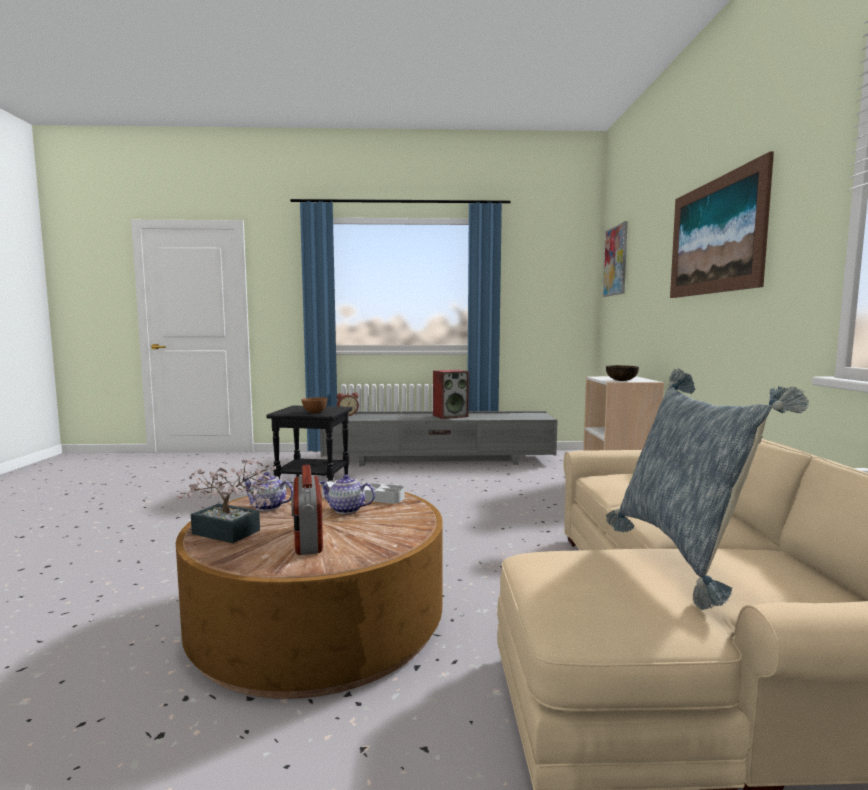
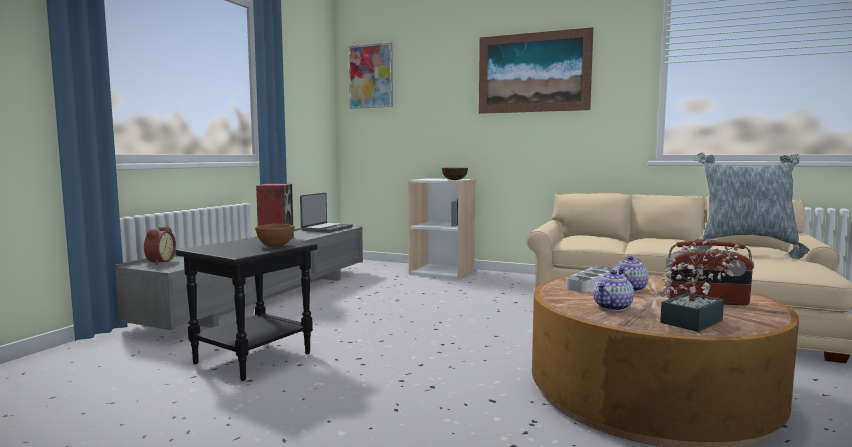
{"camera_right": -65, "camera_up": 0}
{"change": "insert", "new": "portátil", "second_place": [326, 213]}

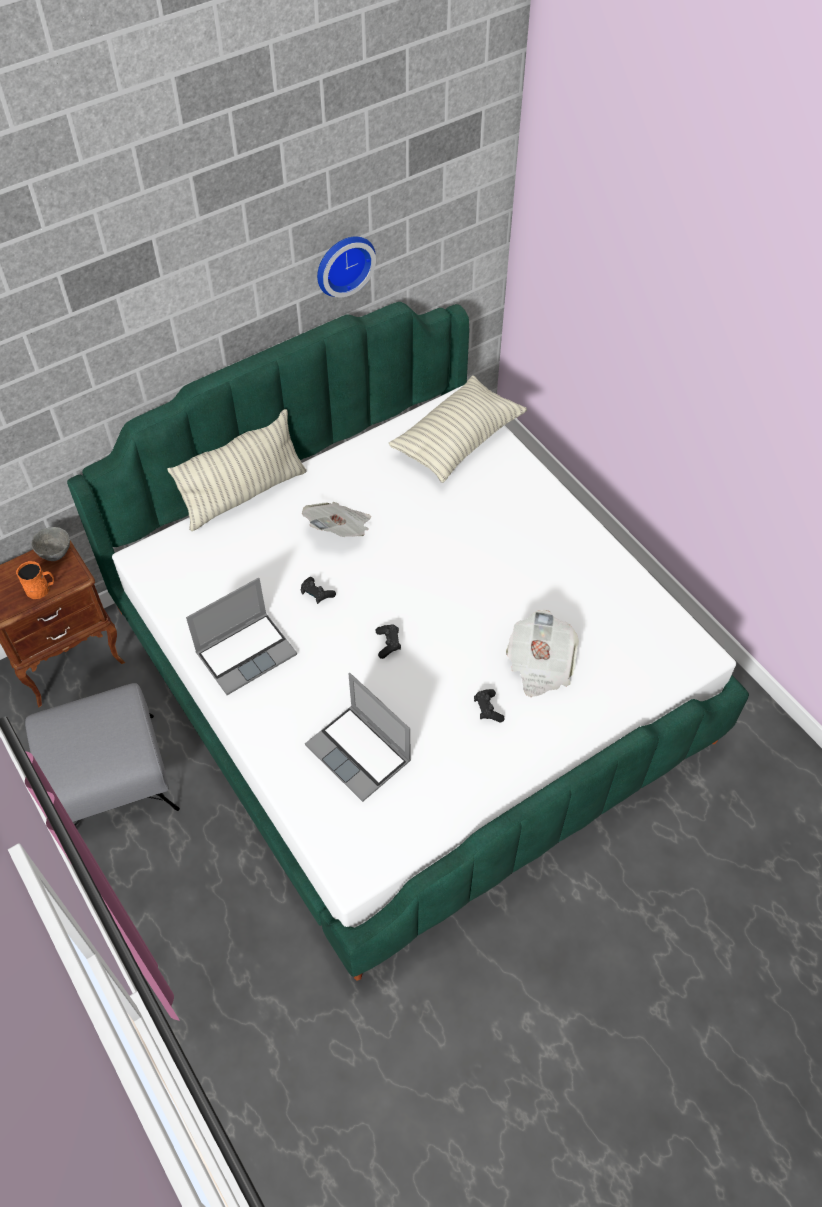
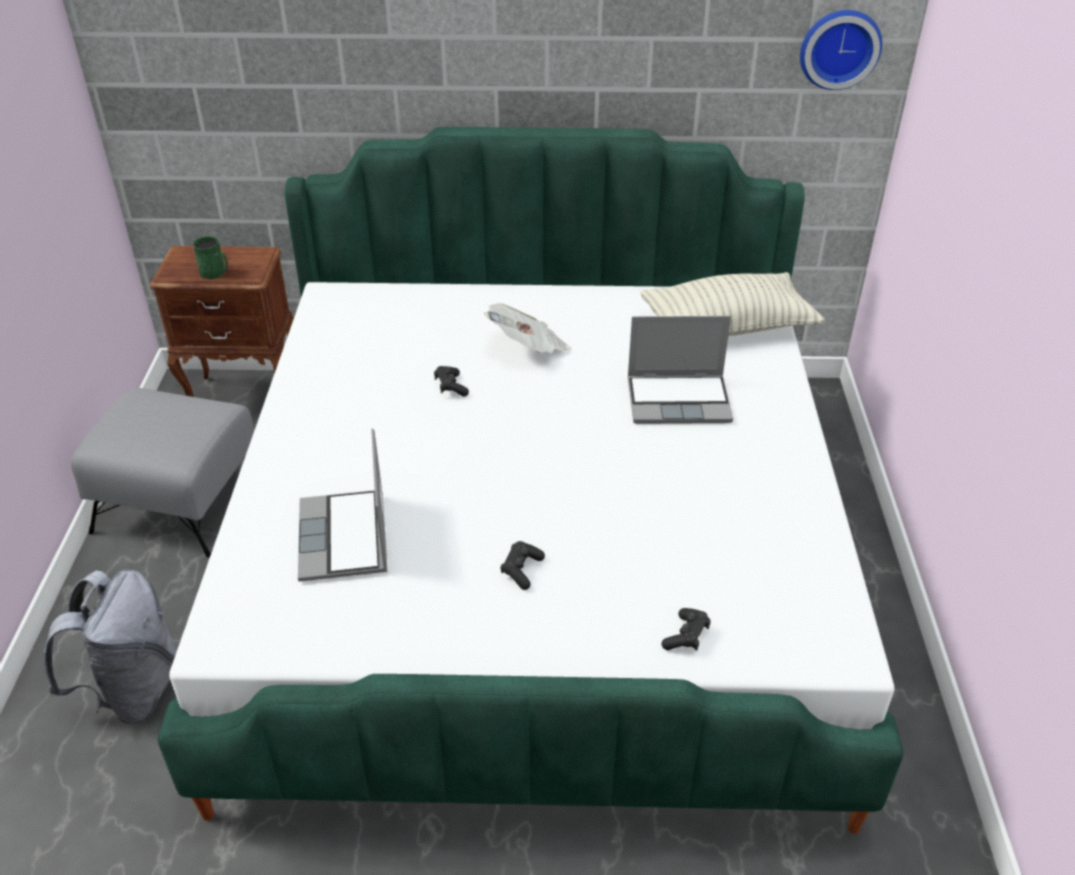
{"camera_right": 35, "camera_up": -15}
{"change": "insert", "new": "mochila/gris", "second_place": [110, 647]}
{"change": "recolor", "old": "taza grande/naranja", "new": "taza grande/verde", "first_place": [35, 580], "second_place": [210, 257]}
{"change": "move", "old": "portátil", "first_place": [241, 636], "second_place": [680, 370]}
{"change": "move", "old": "mando de consola/negro", "first_place": [388, 641], "second_place": [686, 629]}
{"change": "move", "old": "reloj de pared", "first_place": [346, 266], "second_place": [841, 50]}
{"change": "delete", "old": "cuenco/gris", "first_place": [50, 544]}
{"change": "delete", "old": "cojín", "first_place": [237, 470]}
{"change": "delete", "old": "periódico", "first_place": [542, 653]}

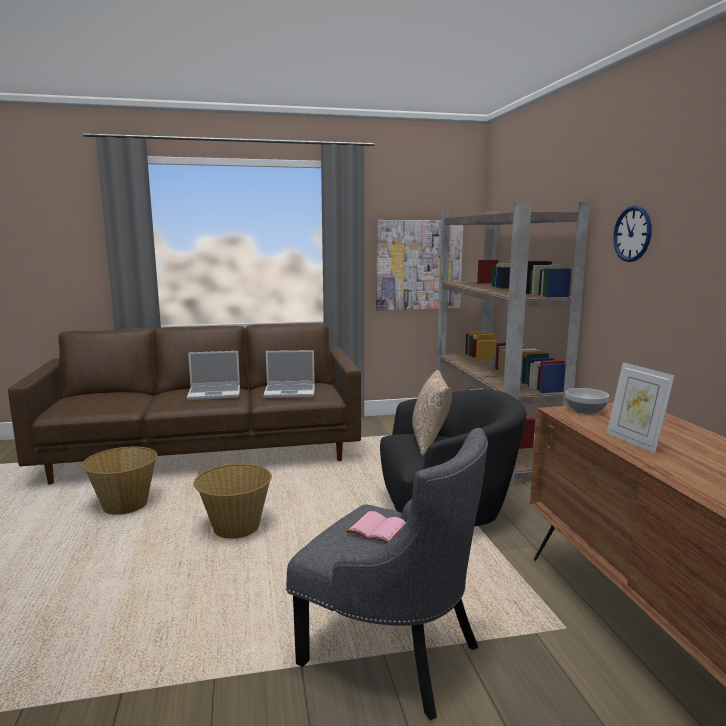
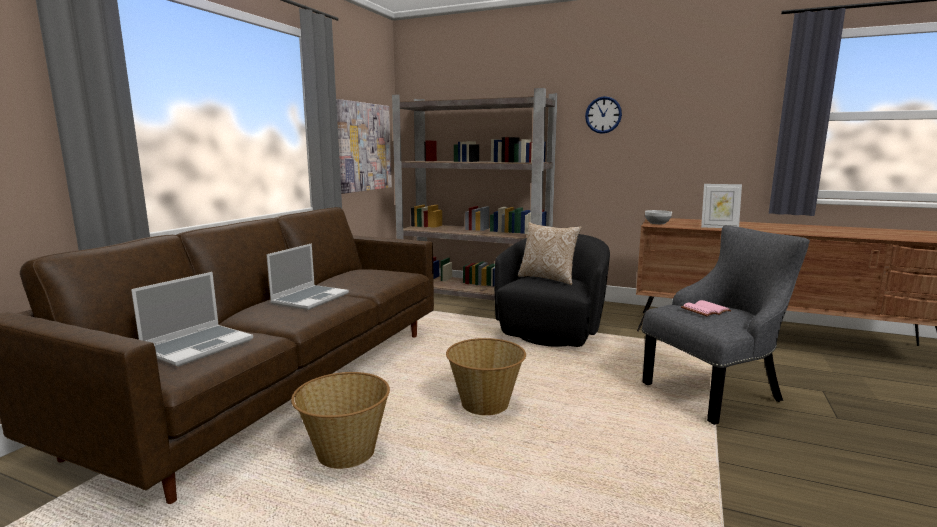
{"camera_right": -55, "camera_up": 0}
{"change": "move", "old": "portátil", "first_place": [289, 374], "second_place": [192, 319]}

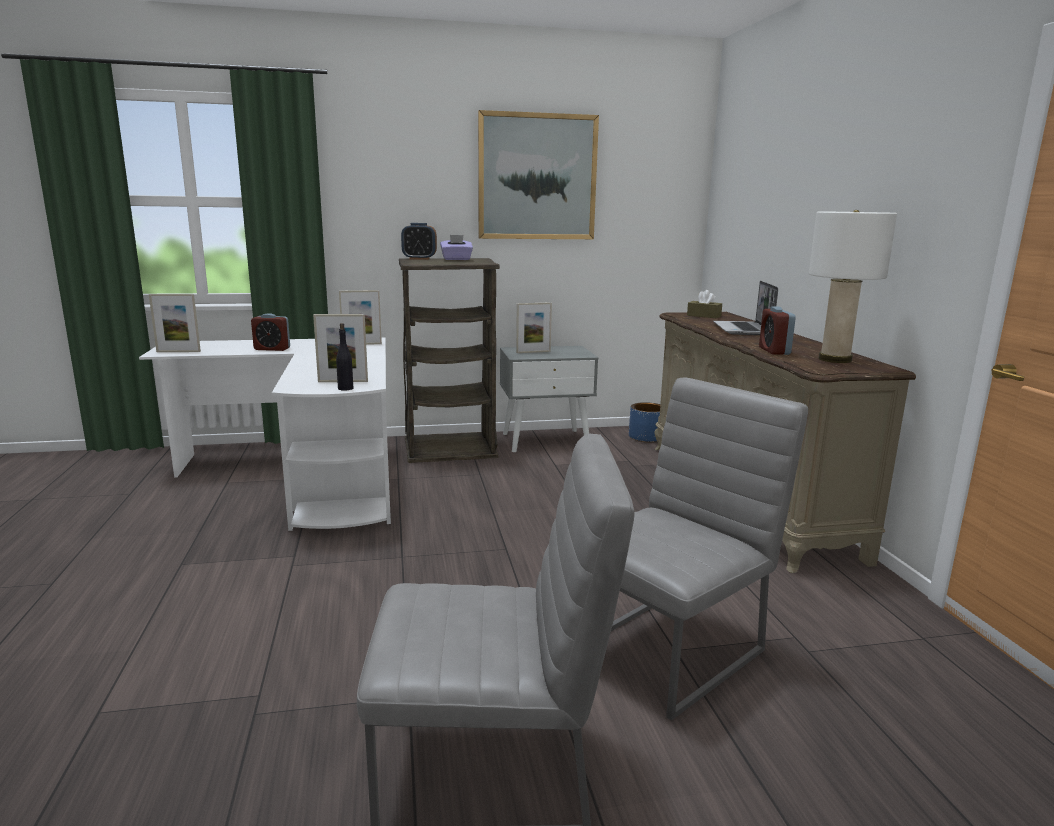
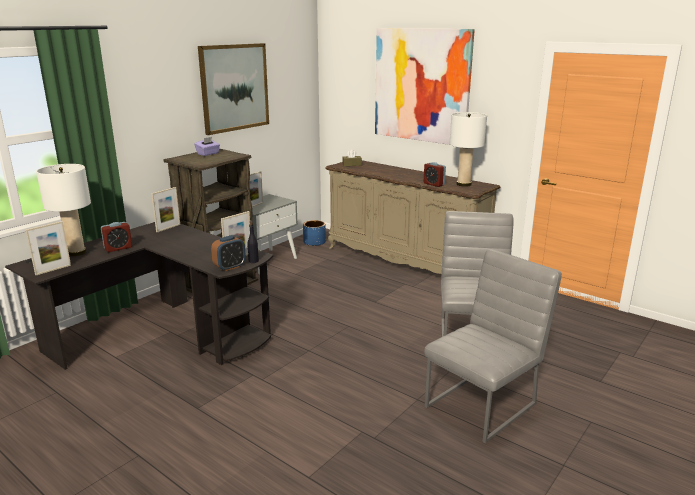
{"camera_right": -40, "camera_up": 5}
{"change": "recolor", "old": "escritorio/blanco", "new": "escritorio/negro", "first_place": [265, 434], "second_place": [139, 296]}
{"change": "insert", "new": "lámpara de mesa/blanco", "second_place": [63, 210]}
{"change": "move", "old": "despertador", "first_place": [419, 241], "second_place": [228, 253]}
{"change": "insert", "new": "cuadro", "second_place": [425, 86]}
{"change": "delete", "old": "portátil", "first_place": [745, 308]}

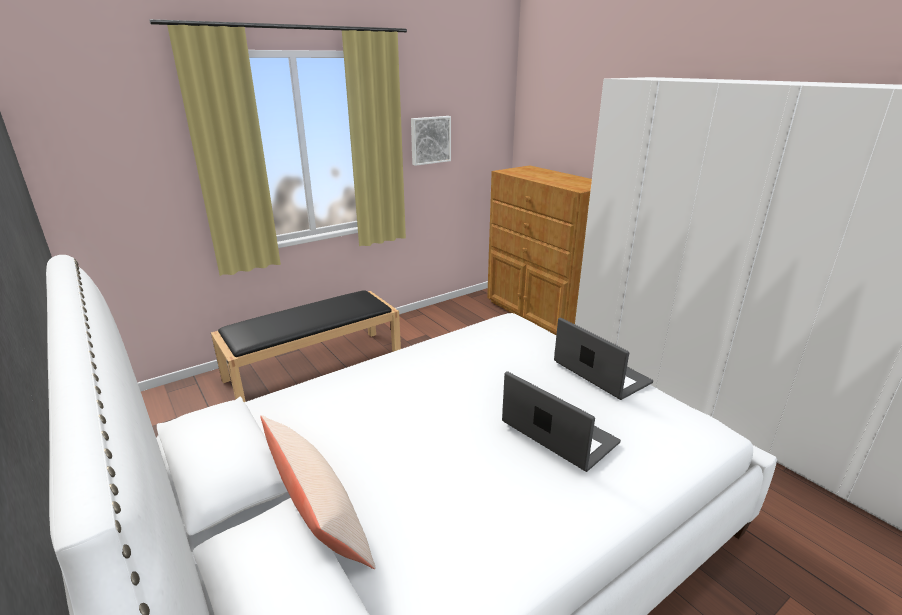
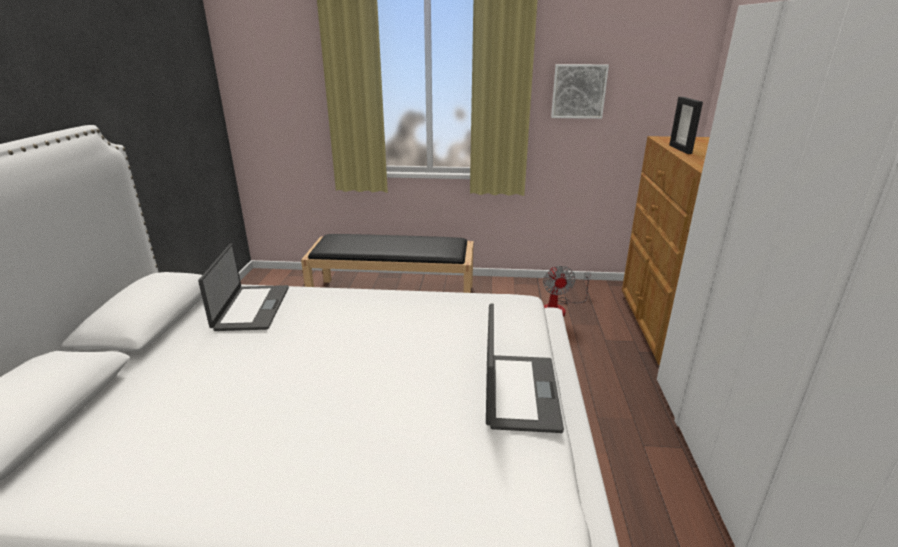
{"camera_right": 40, "camera_up": 0}
{"change": "move", "old": "portátil", "first_place": [561, 421], "second_place": [243, 287]}
{"change": "insert", "new": "ventilador", "second_place": [567, 290]}
{"change": "insert", "new": "portarretratos", "second_place": [686, 125]}
{"change": "delete", "old": "cojín/beis", "first_place": [317, 492]}

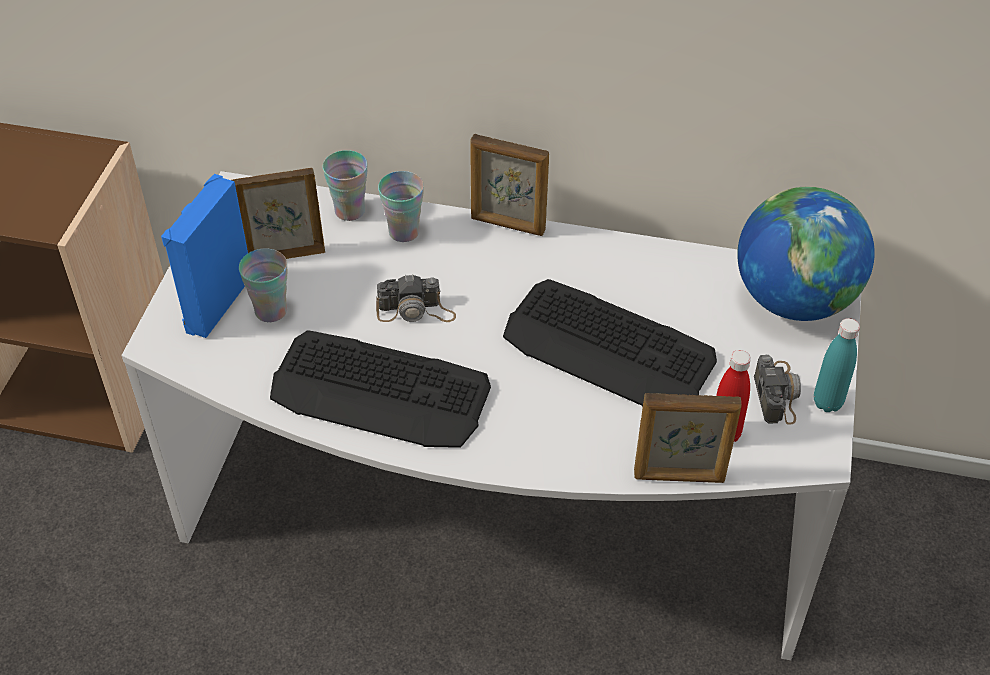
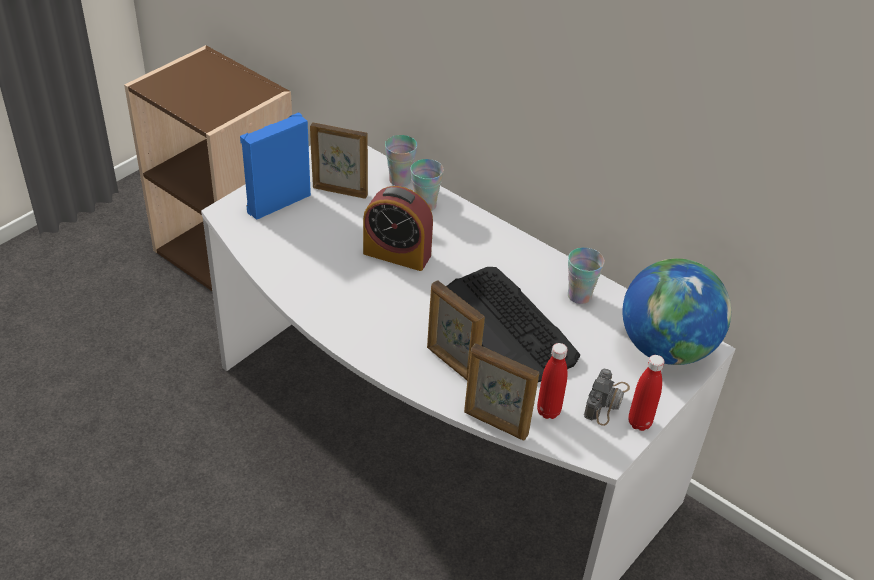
{"camera_right": 25, "camera_up": -5}
{"change": "replace", "old": "cámara", "new": "despertador", "first_place": [416, 298], "second_place": [398, 228]}
{"change": "move", "old": "portarretratos", "first_place": [510, 185], "second_place": [456, 330]}
{"change": "move", "old": "taza", "first_place": [263, 285], "second_place": [586, 276]}
{"change": "recolor", "old": "botella/turquesa", "new": "botella/rojo", "first_place": [837, 365], "second_place": [646, 393]}
{"change": "delete", "old": "teclado", "first_place": [380, 389]}

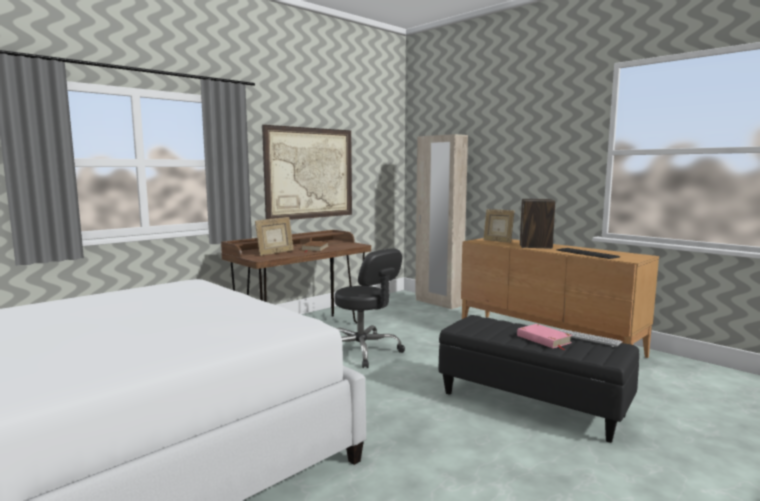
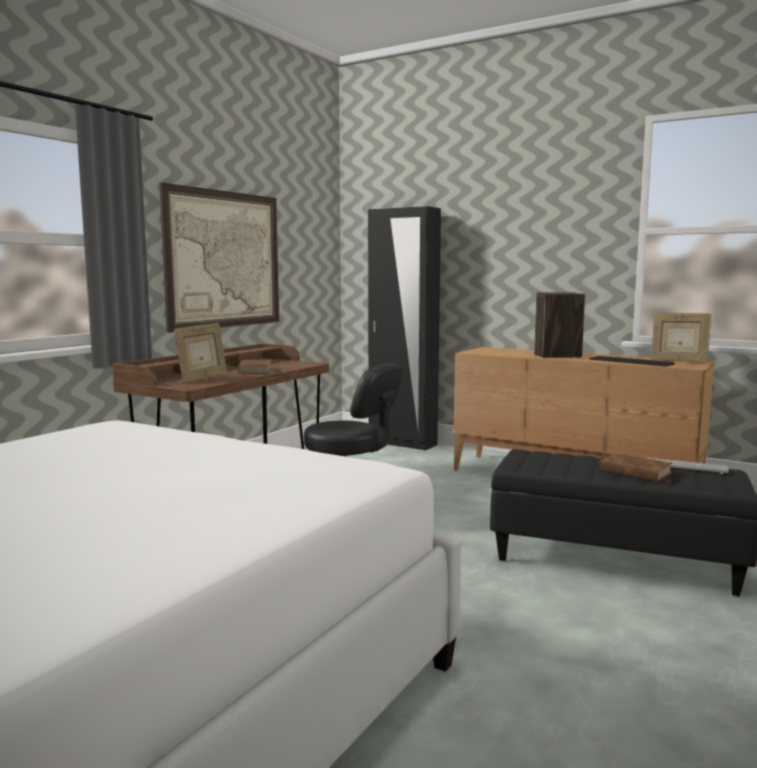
{"camera_right": -15, "camera_up": 0}
{"change": "recolor", "old": "armario ropero/beis", "new": "armario ropero/negro", "first_place": [441, 221], "second_place": [404, 328]}
{"change": "recolor", "old": "libro/rosa", "new": "libro/marrón", "first_place": [544, 337], "second_place": [635, 467]}
{"change": "move", "old": "portarretratos", "first_place": [499, 226], "second_place": [681, 337]}

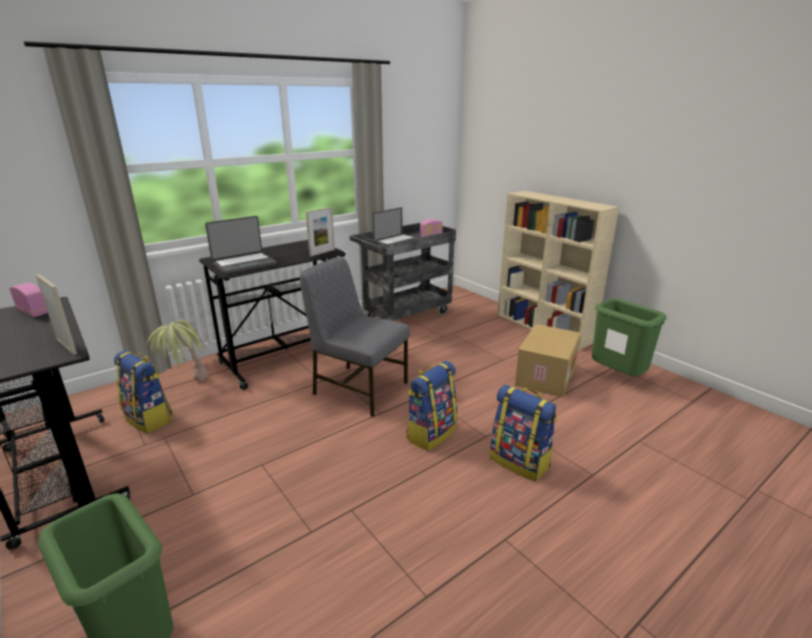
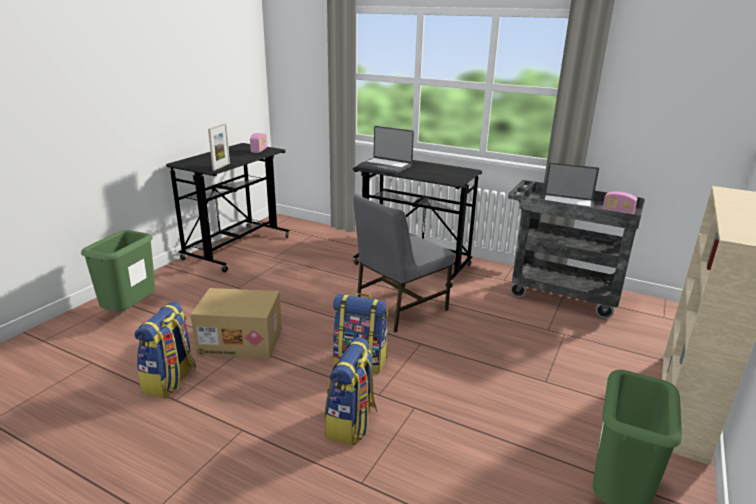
{"camera_right": 65, "camera_up": 0}
{"change": "move", "old": "mochila", "first_place": [143, 392], "second_place": [165, 350]}
{"change": "move", "old": "caja de cartón", "first_place": [548, 361], "second_place": [236, 323]}
{"change": "rotate", "old": "silla/gris", "first_place": [355, 337], "second_place": [404, 263], "degrees": -135}
{"change": "delete", "old": "planta en maceta", "first_place": [178, 350]}
{"change": "delete", "old": "portarretratos", "first_place": [320, 232]}

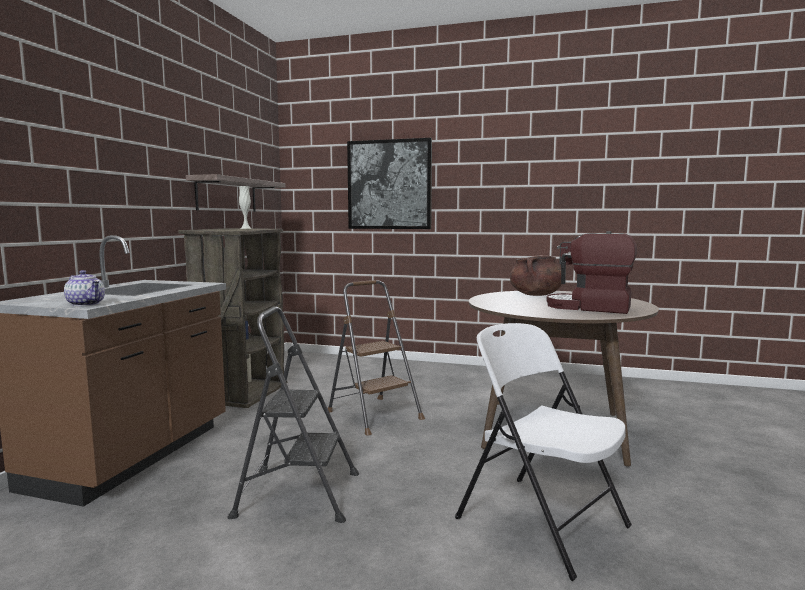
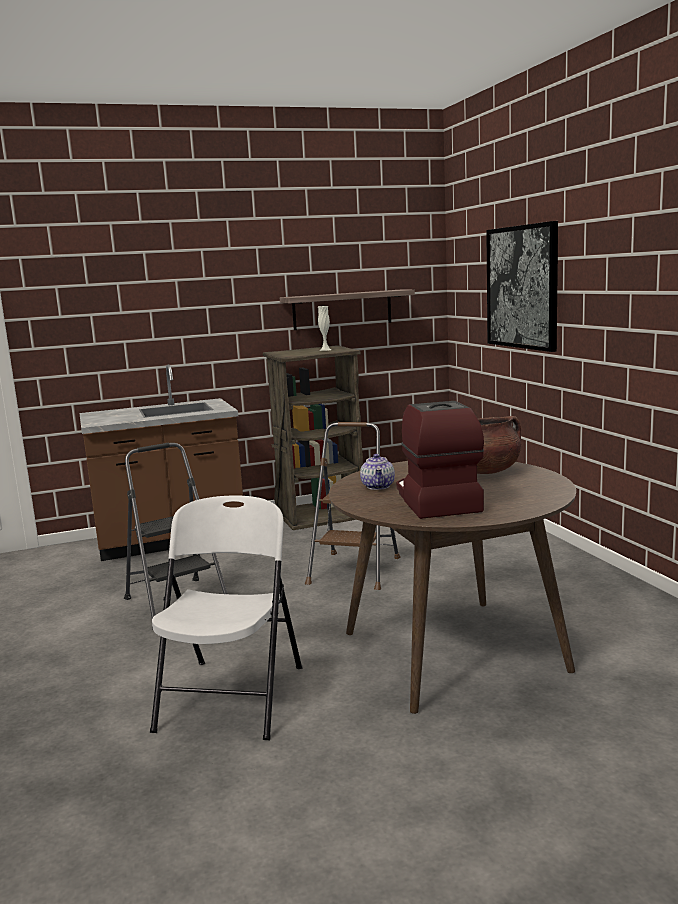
{"camera_right": 55, "camera_up": 5}
{"change": "move", "old": "tetera", "first_place": [84, 288], "second_place": [377, 472]}

